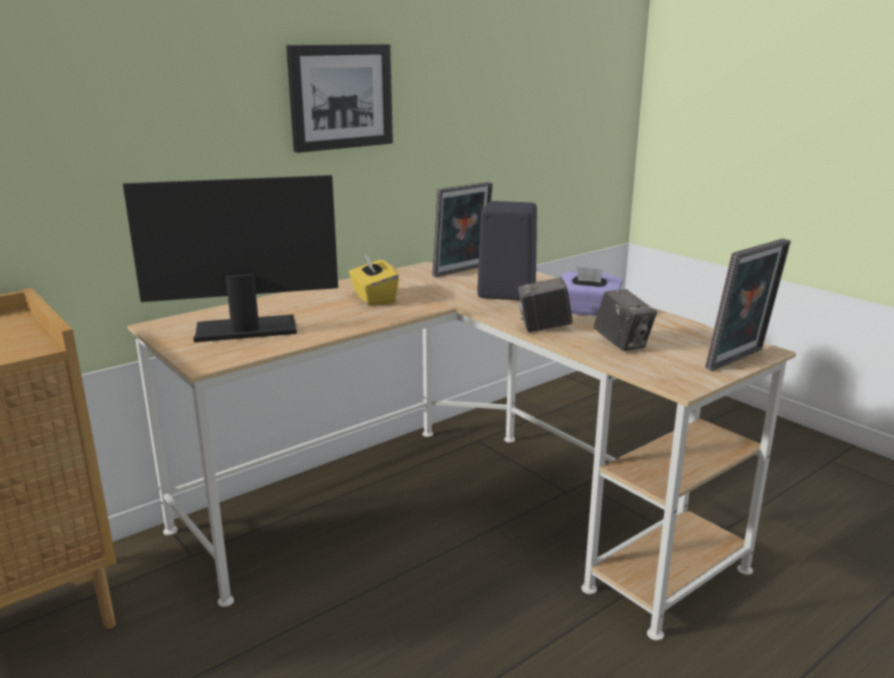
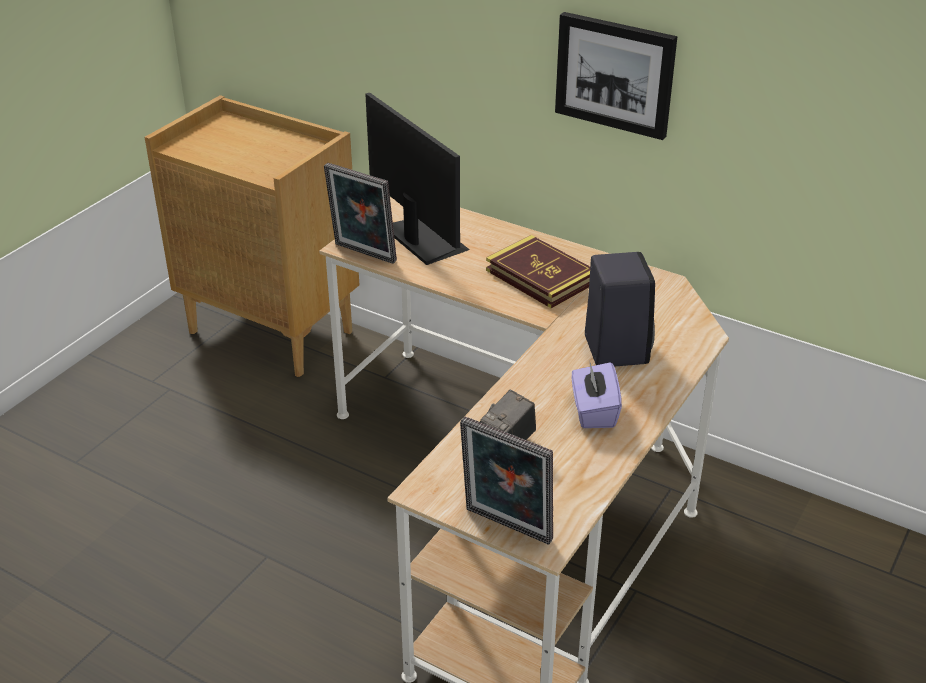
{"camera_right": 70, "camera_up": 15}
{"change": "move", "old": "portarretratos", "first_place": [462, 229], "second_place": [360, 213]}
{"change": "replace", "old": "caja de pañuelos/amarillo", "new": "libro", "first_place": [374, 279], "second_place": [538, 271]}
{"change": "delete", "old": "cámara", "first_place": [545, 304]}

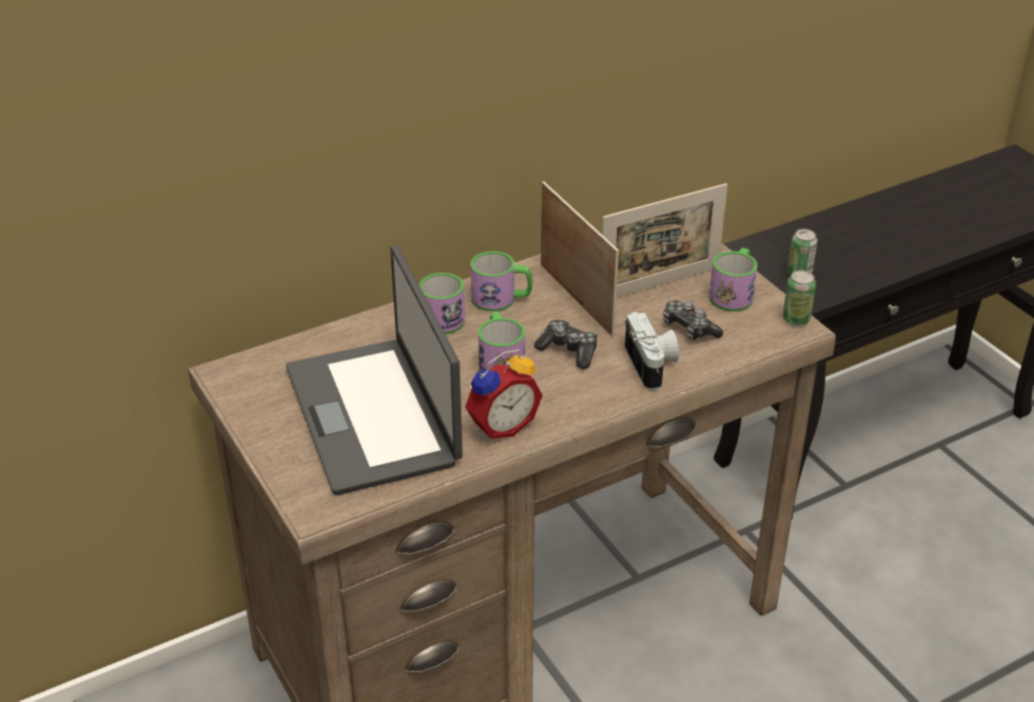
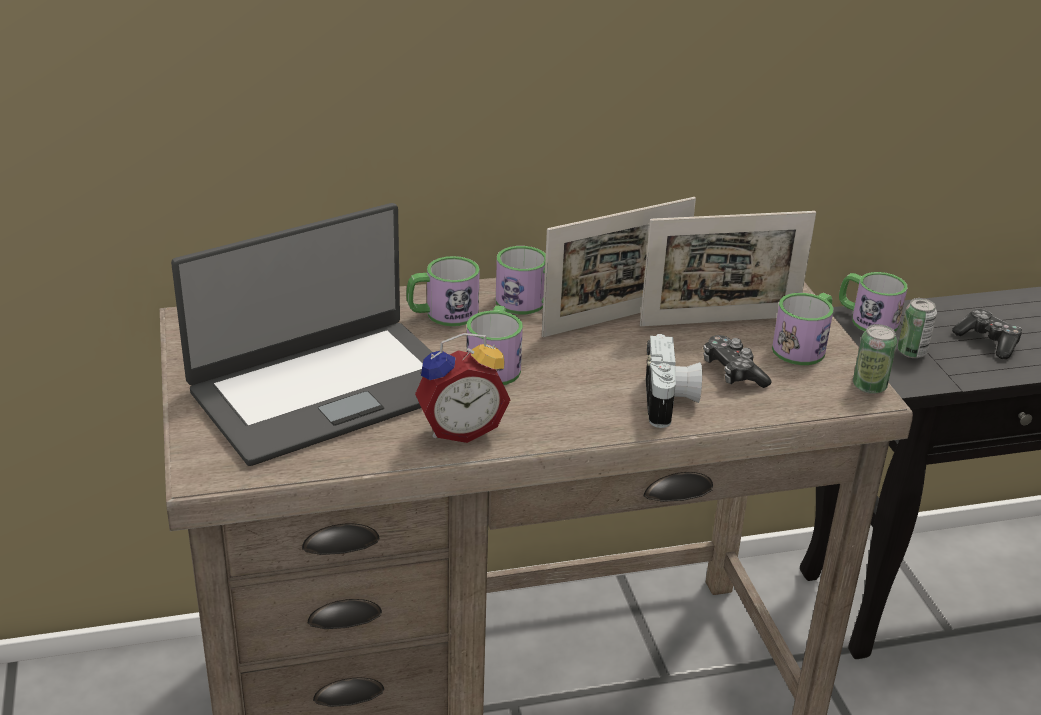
{"camera_right": 15, "camera_up": -5}
{"change": "rotate", "old": "portátil", "first_place": [374, 370], "second_place": [301, 334], "degrees": -120}
{"change": "rotate", "old": "portarretratos", "first_place": [580, 259], "second_place": [619, 267], "degrees": 75}
{"change": "insert", "new": "taza grande", "second_place": [873, 301]}
{"change": "move", "old": "mando de consola", "first_place": [565, 344], "second_place": [987, 334]}

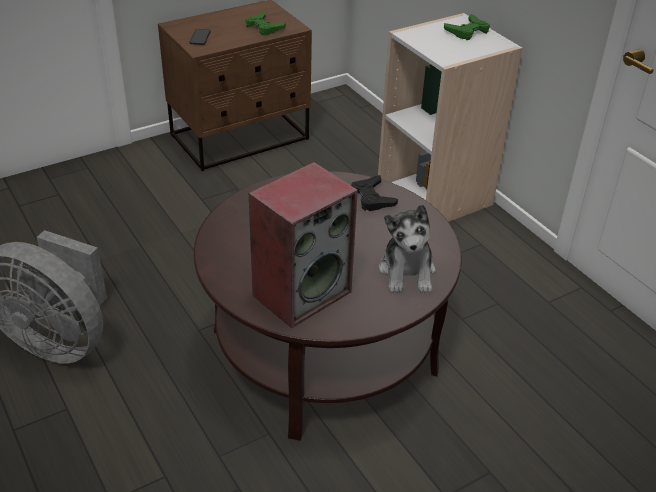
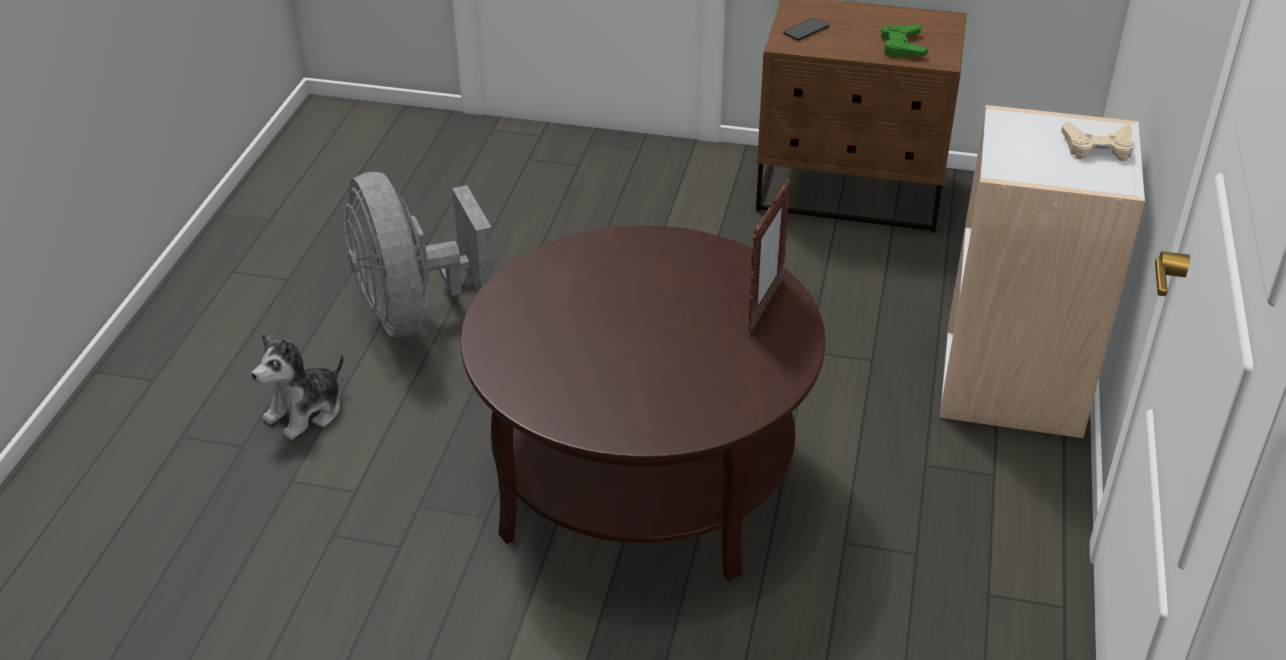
{"camera_right": 45, "camera_up": 0}
{"change": "move", "old": "peluche", "first_place": [407, 248], "second_place": [297, 386]}
{"change": "replace", "old": "mando de consola/negro", "new": "portarretratos", "first_place": [374, 193], "second_place": [769, 255]}
{"change": "recolor", "old": "mando de consola/verde", "new": "mando de consola/beis", "first_place": [467, 27], "second_place": [1097, 141]}
{"change": "delete", "old": "altavoz", "first_place": [303, 245]}

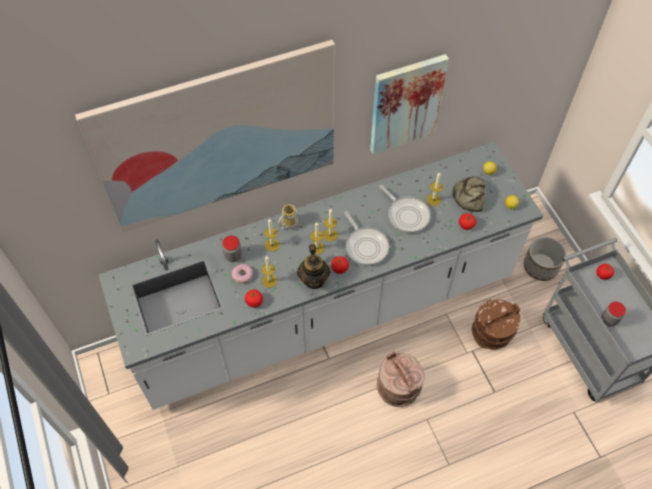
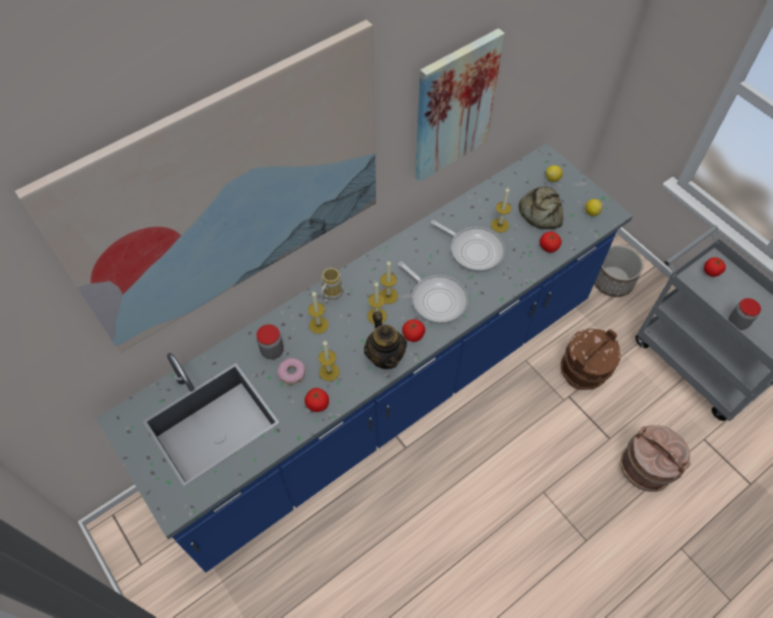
{"camera_right": -15, "camera_up": 0}
{"change": "recolor", "old": "mueble bajo de cocina/blanco", "new": "mueble bajo de cocina/azul", "first_place": [320, 276], "second_place": [364, 357]}
{"change": "move", "old": "cubo/marrón", "first_place": [401, 379], "second_place": [655, 458]}

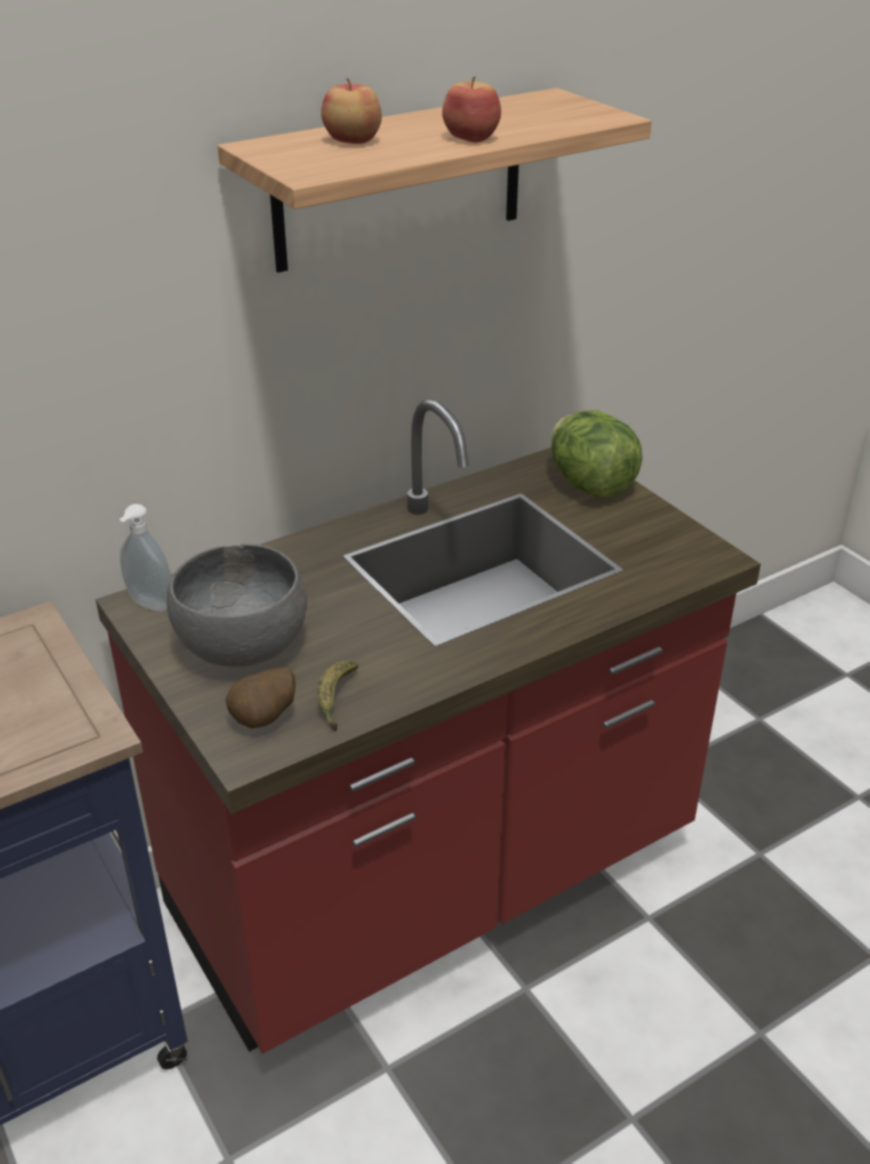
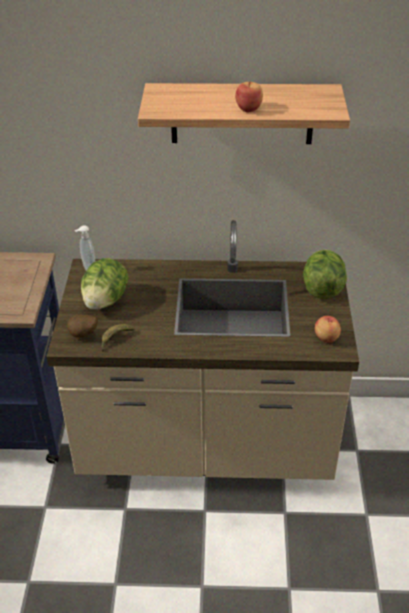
{"camera_right": 35, "camera_up": 5}
{"change": "recolor", "old": "mueble bajo de cocina/rojo", "new": "mueble bajo de cocina/beis", "first_place": [428, 726], "second_place": [202, 350]}
{"change": "replace", "old": "cuenco/gris", "new": "lechuga", "first_place": [237, 605], "second_place": [105, 284]}
{"change": "move", "old": "manzana", "first_place": [351, 111], "second_place": [328, 329]}

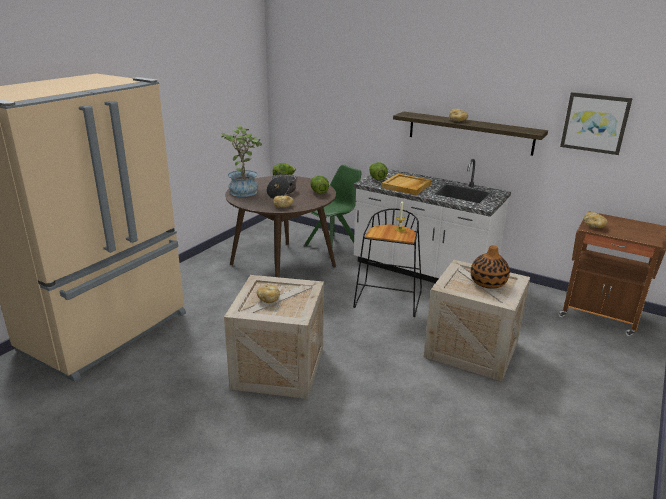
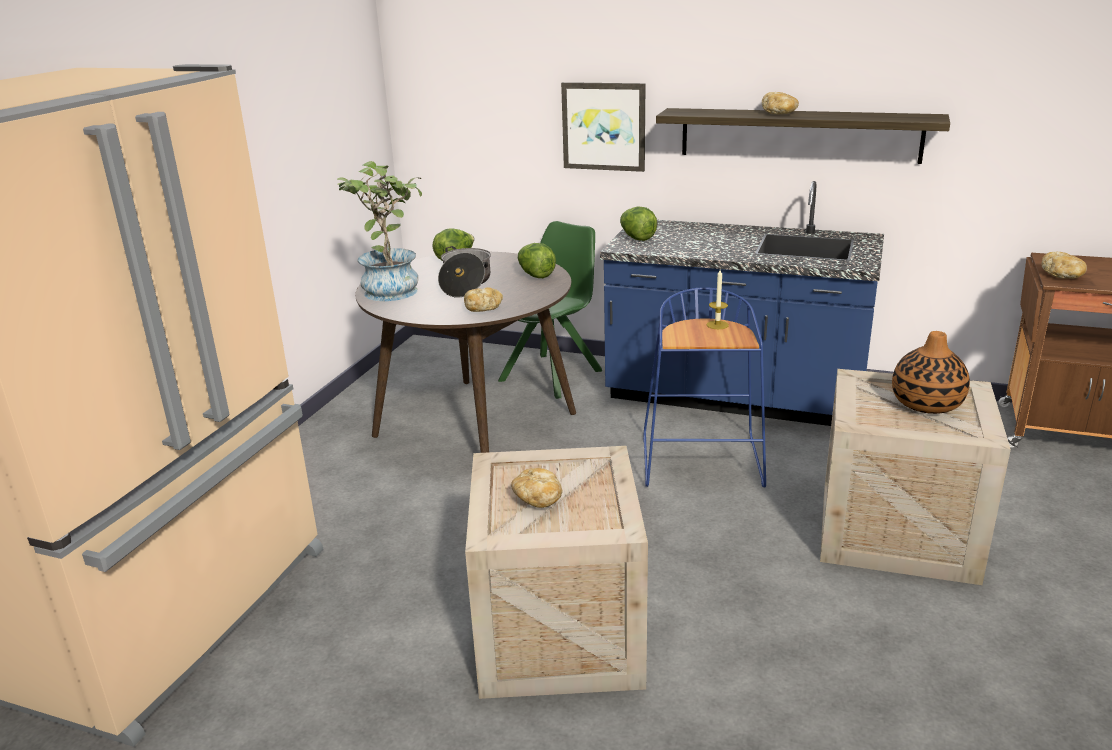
{"camera_right": -10, "camera_up": 0}
{"change": "move", "old": "cuadro", "first_place": [596, 123], "second_place": [603, 127]}
{"change": "recolor", "old": "mueble bajo de cocina/blanco", "new": "mueble bajo de cocina/azul", "first_place": [432, 221], "second_place": [742, 303]}
{"change": "recolor", "old": "taburete/negro", "new": "taburete/azul", "first_place": [387, 263], "second_place": [704, 387]}
{"change": "delete", "old": "bandeja/beis", "first_place": [406, 184]}

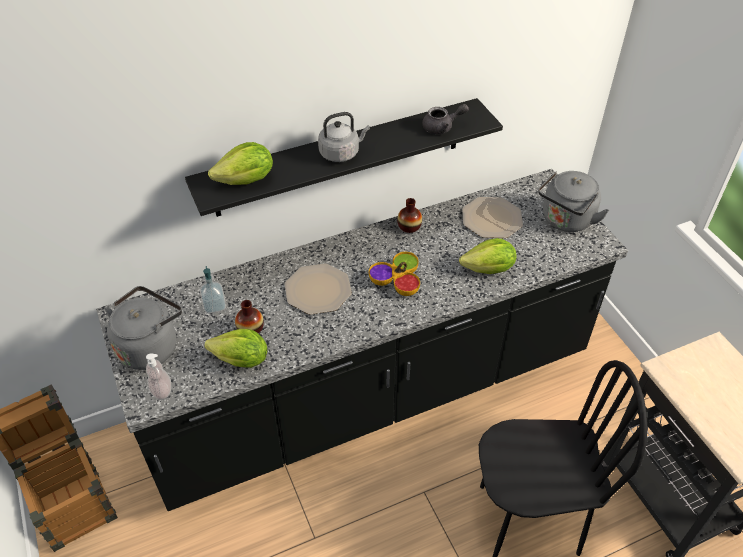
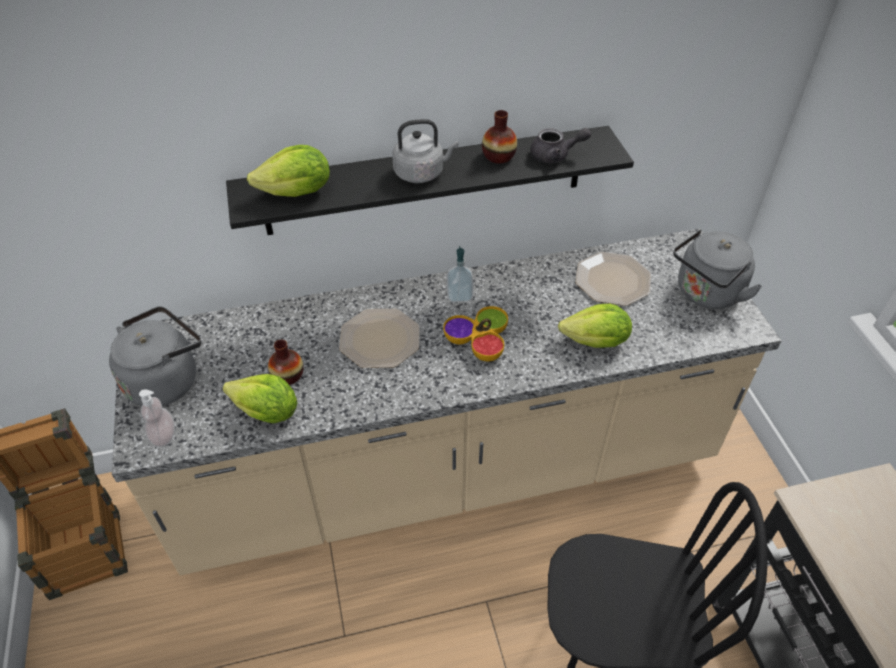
{"camera_right": 10, "camera_up": 0}
{"change": "recolor", "old": "mueble bajo de cocina/negro", "new": "mueble bajo de cocina/beis", "first_place": [362, 340], "second_place": [447, 402]}
{"change": "move", "old": "dispensador de jabón", "first_place": [213, 290], "second_place": [460, 274]}
{"change": "move", "old": "florero", "first_place": [409, 215], "second_place": [499, 137]}

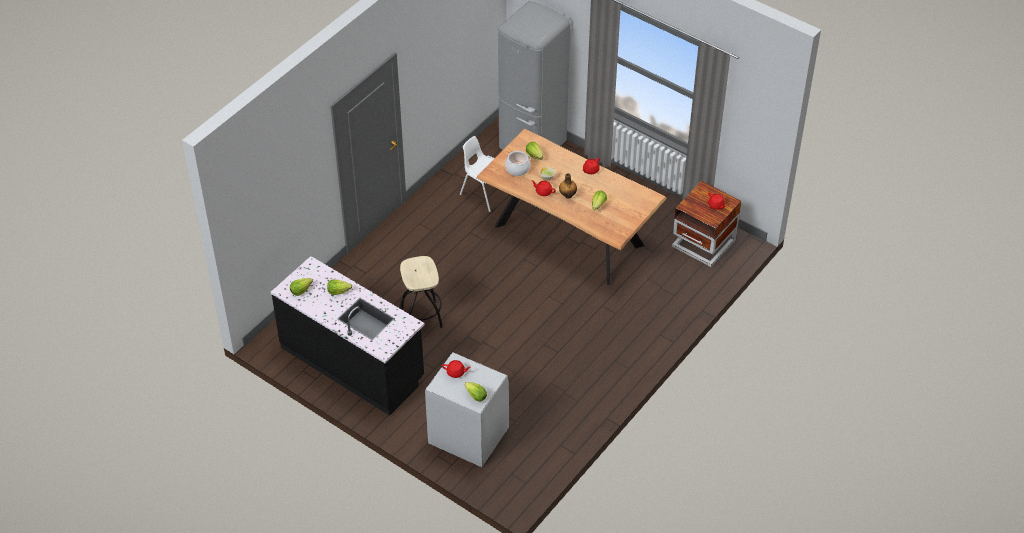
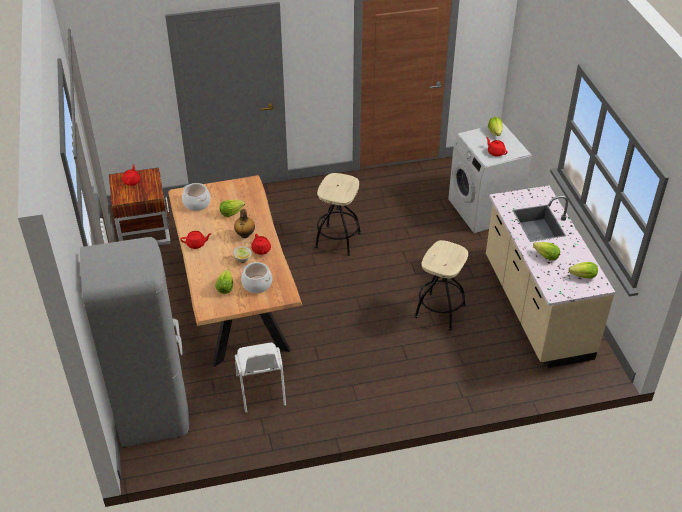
{"camera_right": -140, "camera_up": -5}
{"change": "insert", "new": "olla", "second_place": [196, 197]}
{"change": "insert", "new": "taburete/beis", "second_place": [338, 214]}
{"change": "recolor", "old": "mueble bajo de cocina/negro", "new": "mueble bajo de cocina/beis", "first_place": [348, 336], "second_place": [550, 277]}

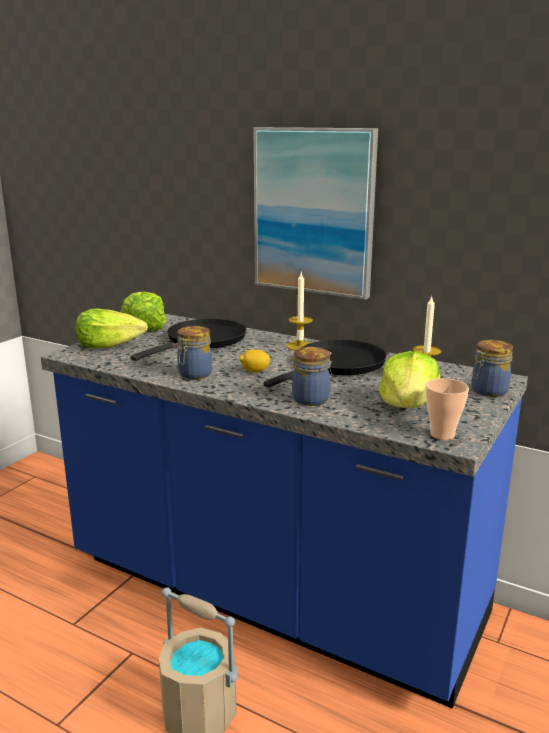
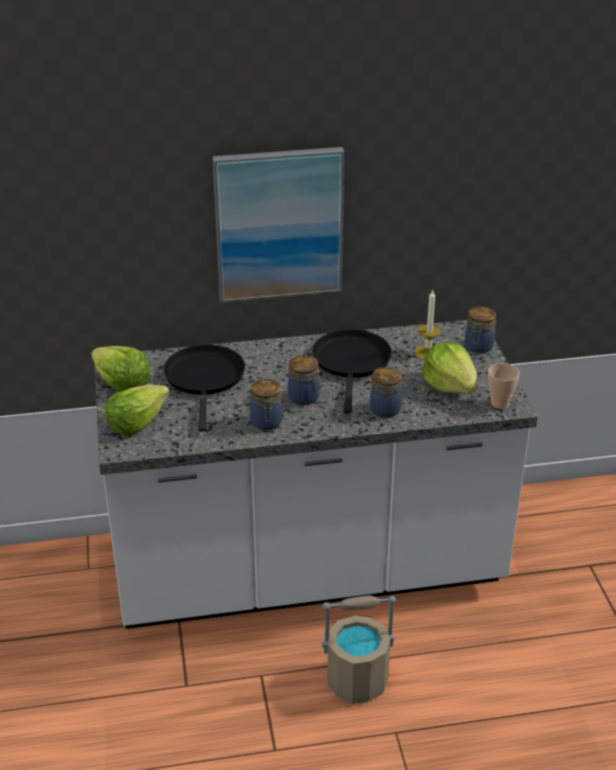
{"camera_right": -40, "camera_up": 15}
{"change": "recolor", "old": "mueble bajo de cocina/azul", "new": "mueble bajo de cocina/blanco", "first_place": [284, 511], "second_place": [316, 474]}
{"change": "replace", "old": "limón", "new": "tarro", "first_place": [254, 361], "second_place": [304, 380]}
{"change": "delete", "old": "vela", "first_place": [299, 311]}

